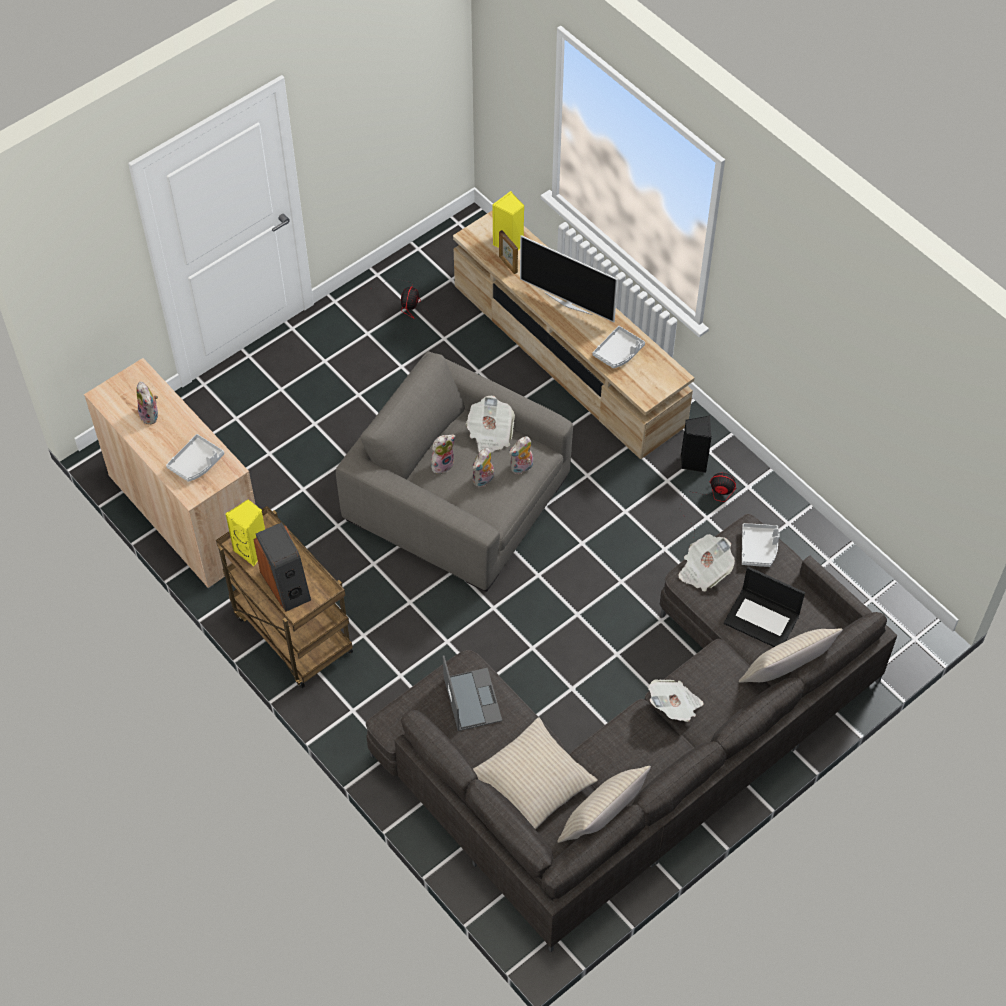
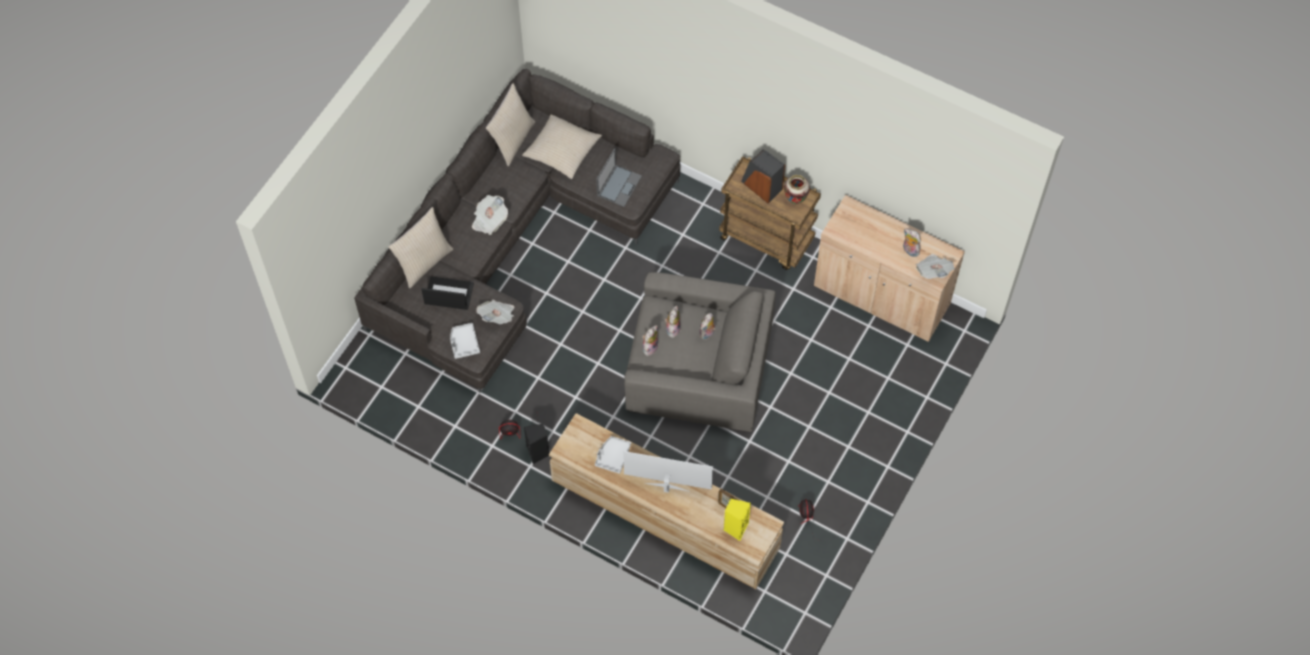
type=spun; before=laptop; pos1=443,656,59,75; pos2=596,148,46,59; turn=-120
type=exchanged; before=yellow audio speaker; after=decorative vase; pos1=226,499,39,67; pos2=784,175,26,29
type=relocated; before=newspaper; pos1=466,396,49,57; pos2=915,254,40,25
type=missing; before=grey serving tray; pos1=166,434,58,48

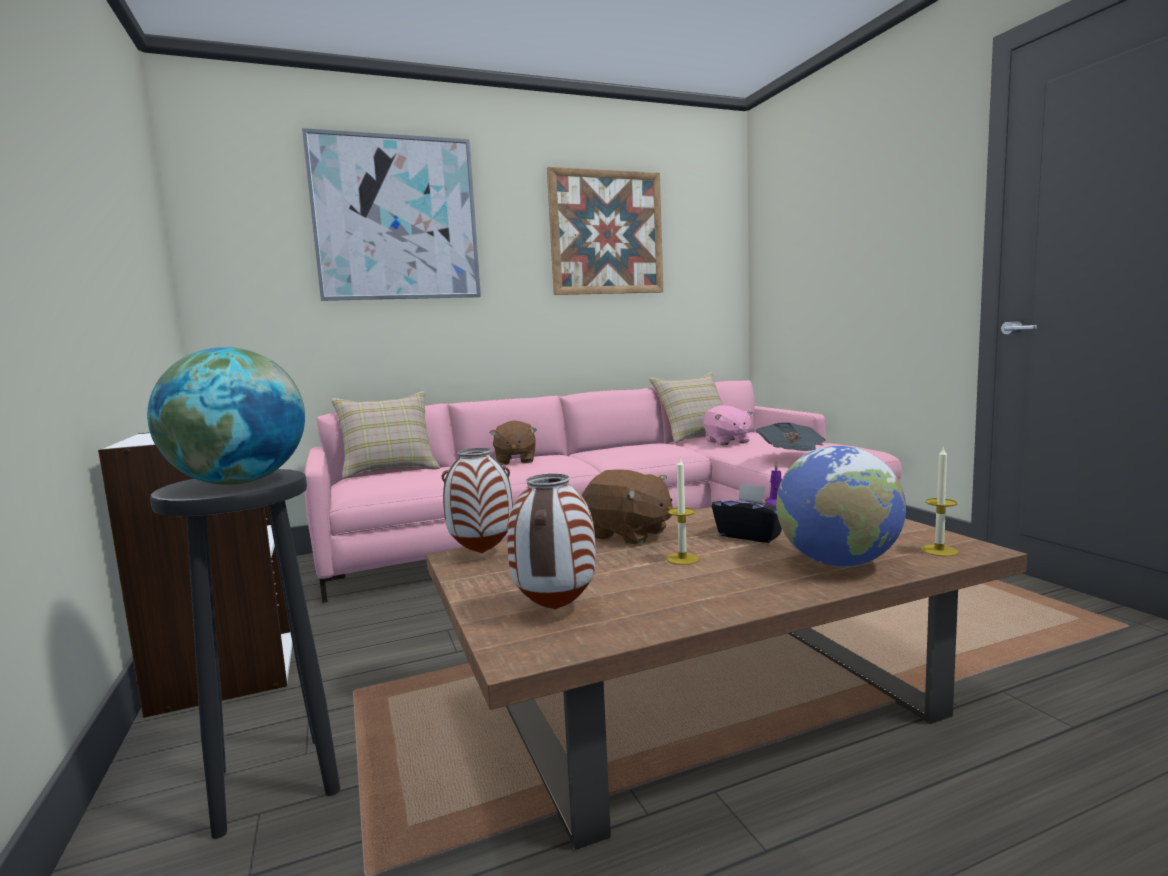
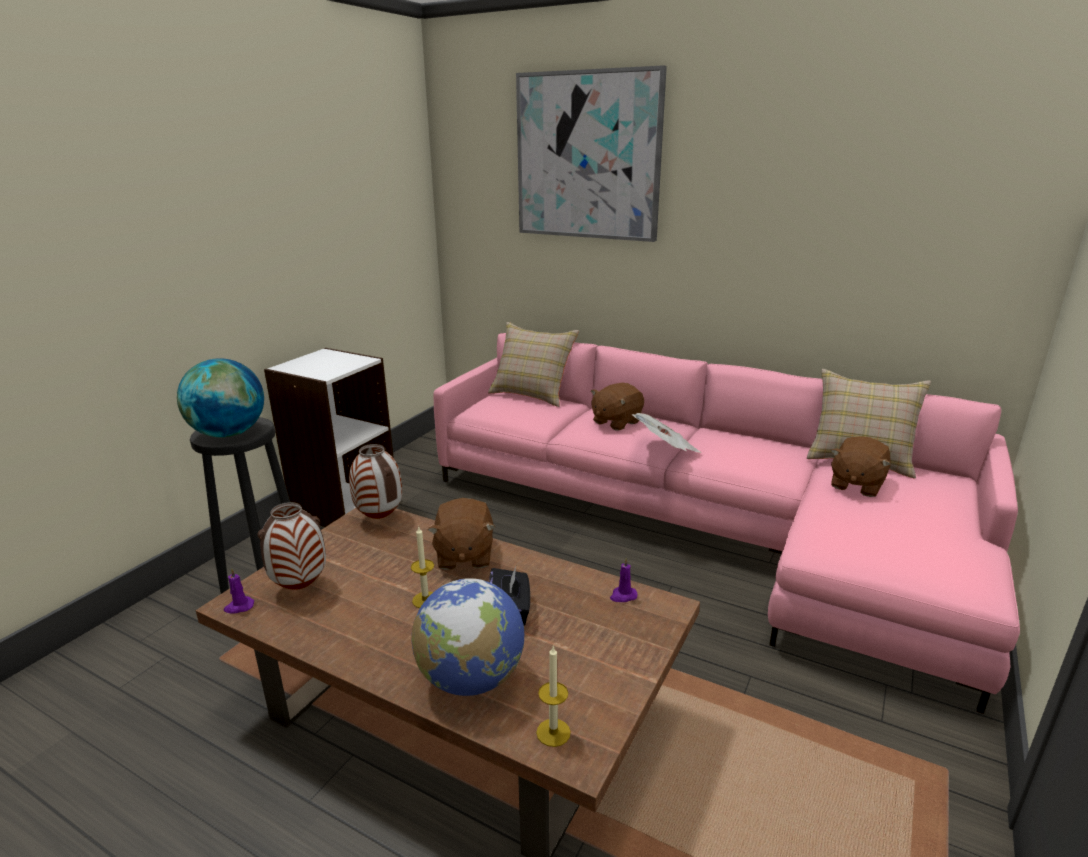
type=appeared; after=purple wax candle; pos2=224,568,30,46
type=relocated; before=newspaper; pos1=756,422,70,29; pos2=632,413,70,40
type=colour; before=pinkish soft toy; after=brown soft toy; pos1=703,405,50,40; pos2=831,436,60,61
type=missing; before=wall art; pos1=547,167,116,128

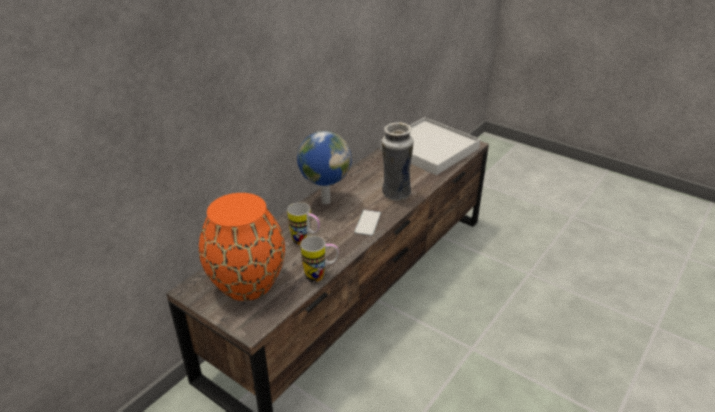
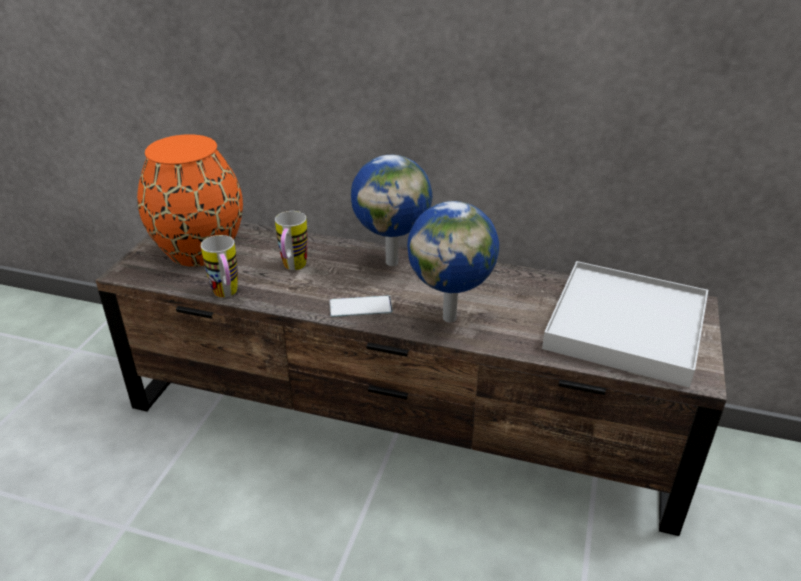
type=exchanged; before=decorative vase; after=world globe; pos1=382,122,32,79; pos2=407,201,92,122

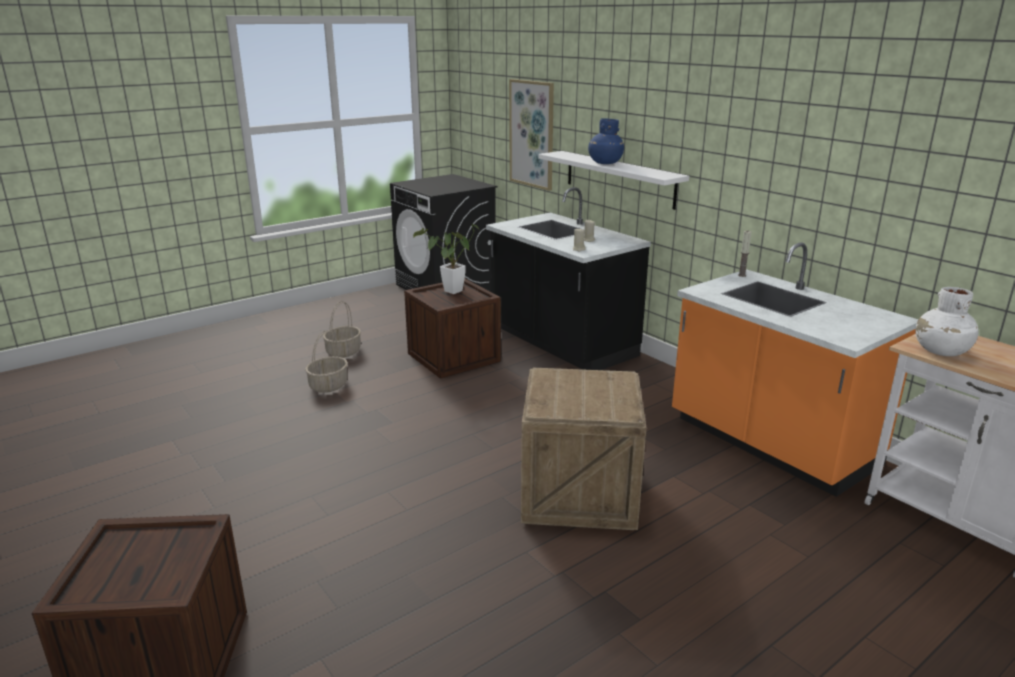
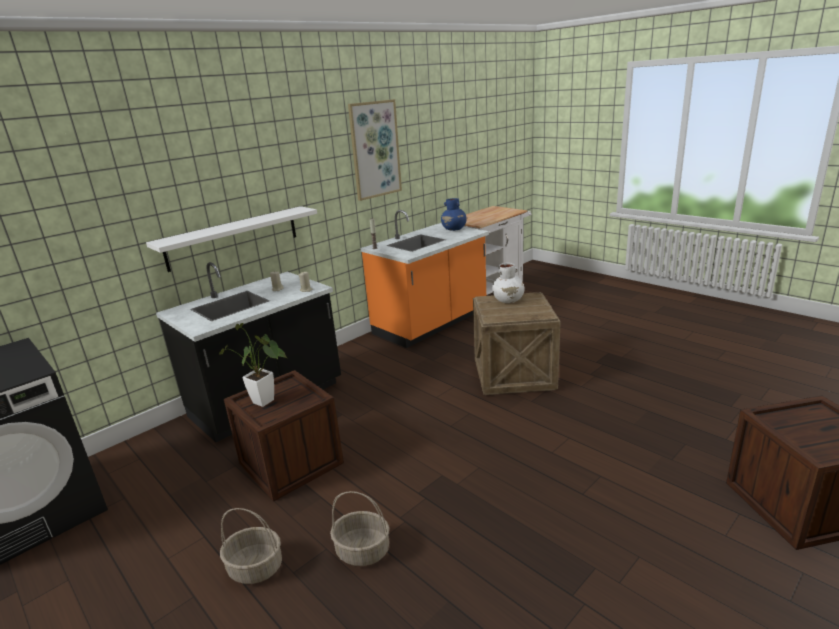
type=relocated; before=wall art; pos1=509,79,45,112; pos2=348,99,54,102
type=relocated; before=blue decorative vase; pos1=588,118,36,46; pos2=441,198,26,33
type=relocated; before=white-coloured decorative vase; pos1=915,287,64,69; pos2=492,263,33,40

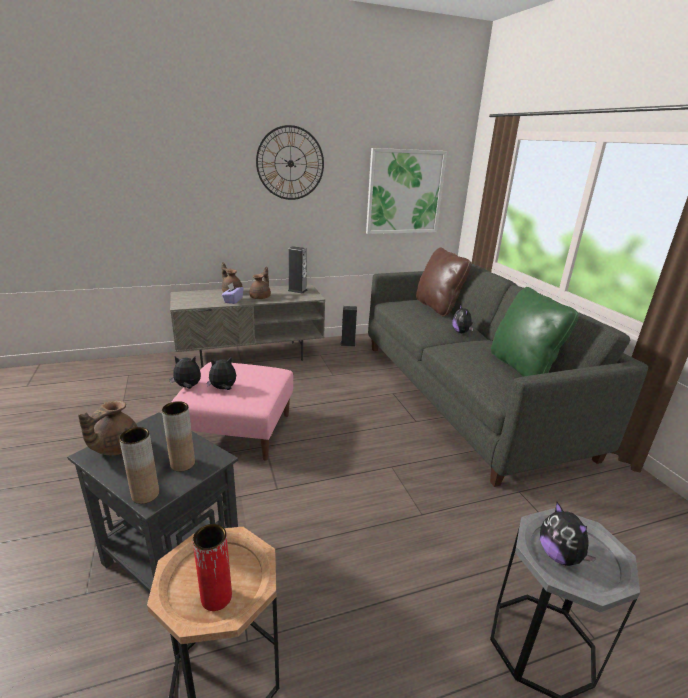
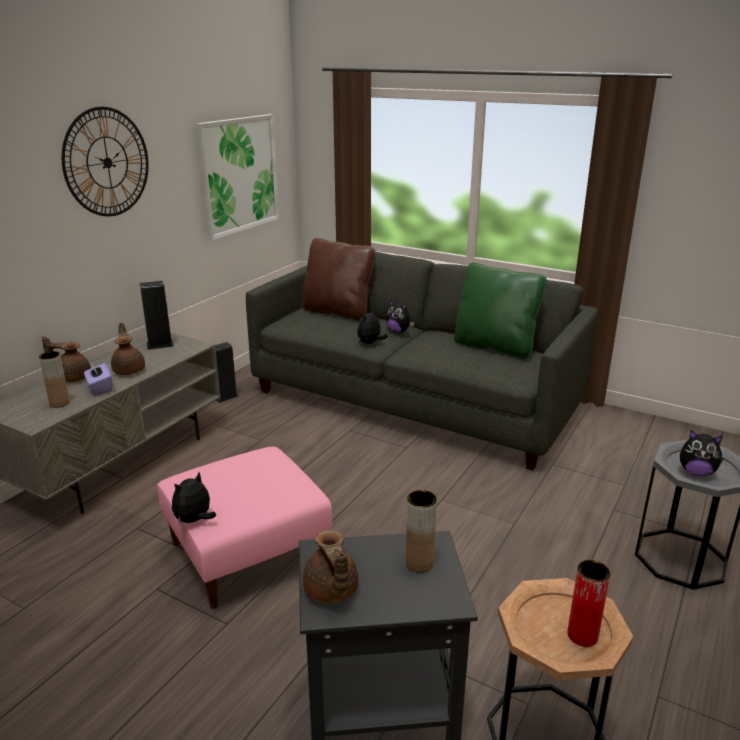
type=relocated; before=brown decorative vase; pos1=119,427,40,77; pos2=39,351,31,57
type=relocated; before=soft toy; pos1=207,357,29,33; pos2=357,309,31,35

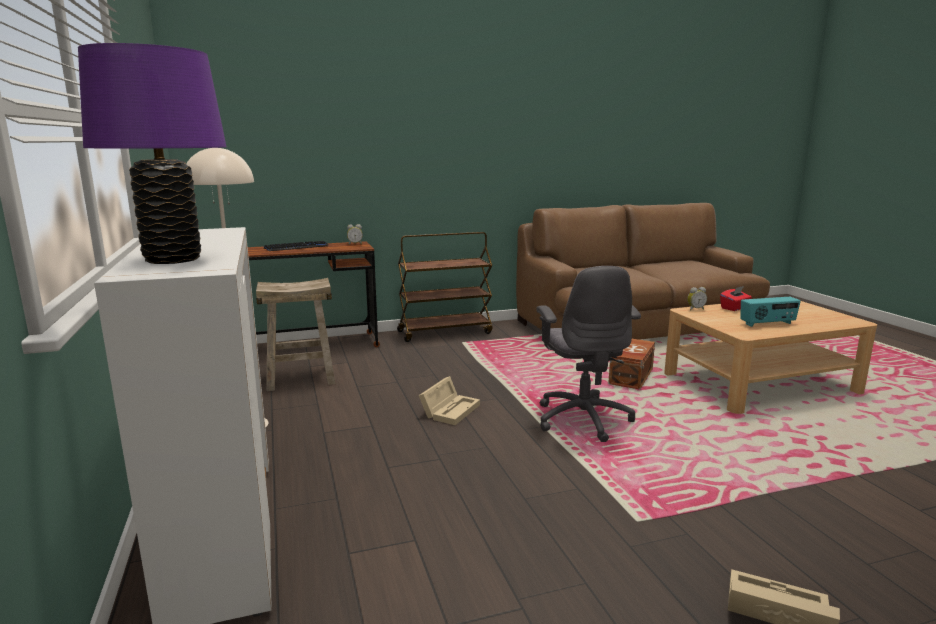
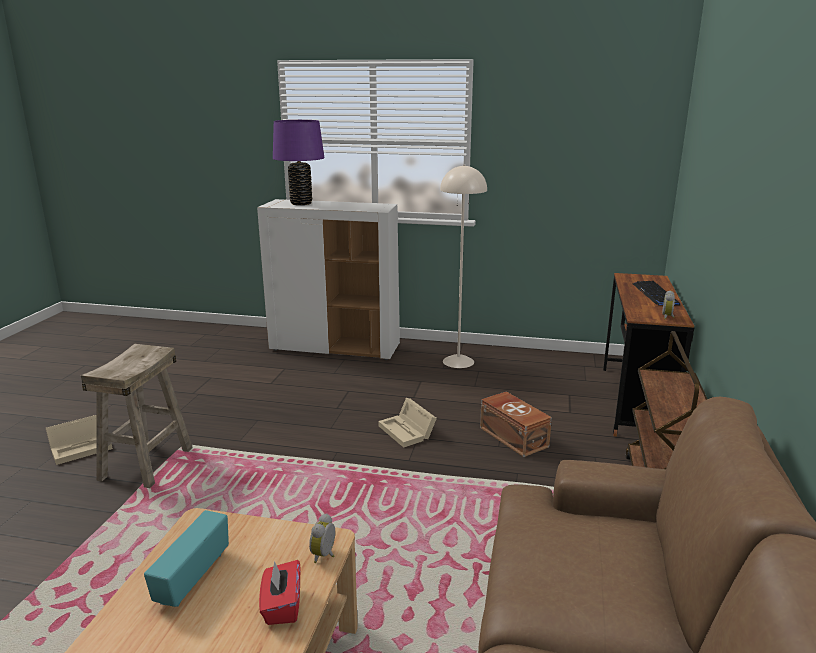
type=relocated; before=beige-coloured sitting stool; pos1=256,278,80,113; pos2=81,344,112,144
type=relocated; before=brown storage box; pos1=608,339,47,51; pos2=480,391,72,66
type=missing; before=grey computer chair; pos1=536,266,105,176

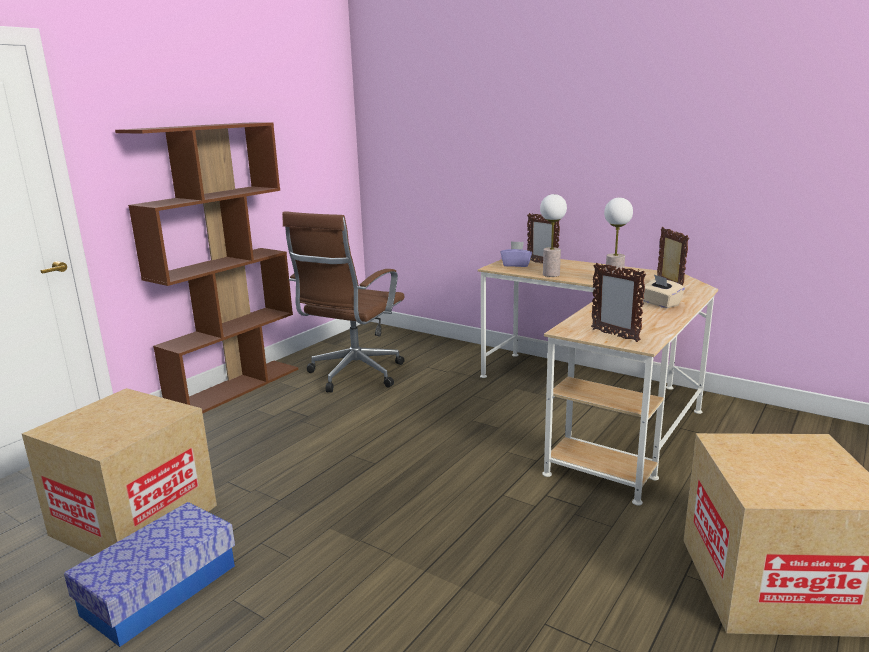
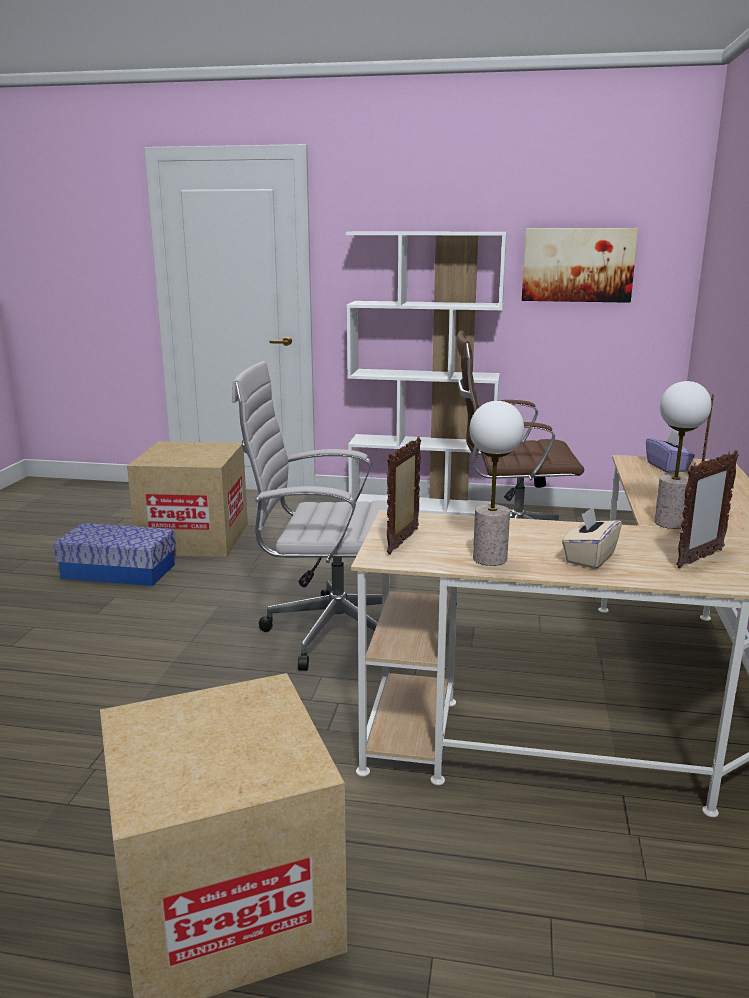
type=appeared; after=white-coloured computer chair; pos2=232,361,157,310
type=colour; before=brown shelving unit; after=white-coloured shelving unit; pos1=115,122,184,291; pos2=346,231,161,285
type=relocated; before=lamp for a table; pos1=540,194,27,83; pos2=469,401,55,165
type=appeared; after=wall art; pos2=522,228,116,75

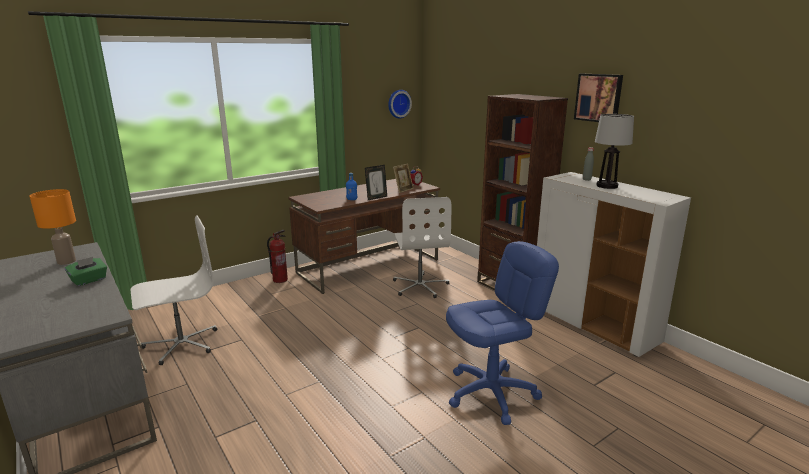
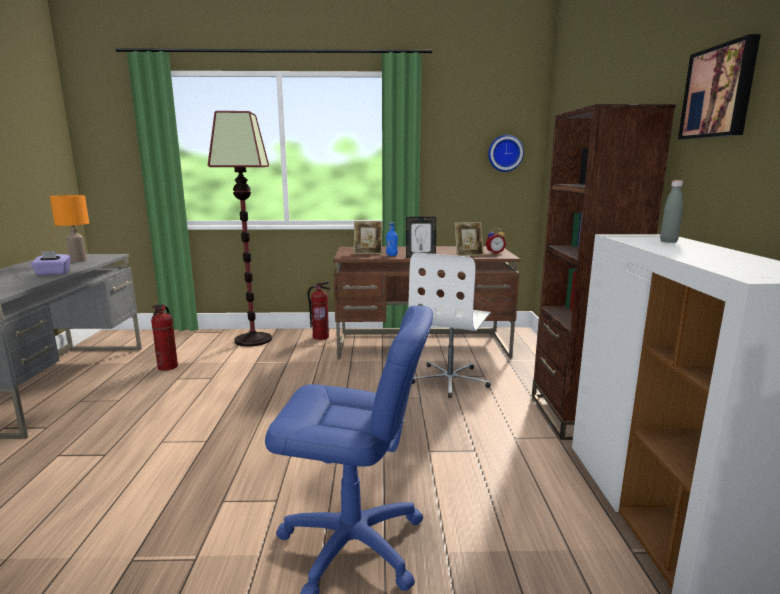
type=colour; before=green-coloured tissue holder; after=purple tissue holder; pos1=65,257,42,29; pos2=31,251,40,24
type=exchanged; before=white-coloured computer chair; after=fire-fighting cylinder; pos1=130,215,87,150; pos2=151,304,27,67
type=appeared; after=floor lamp; pos2=208,111,64,236
type=appeared; after=picture frame; pos2=354,221,28,33
type=missing; before=lamp for a table; pos1=595,114,39,75

